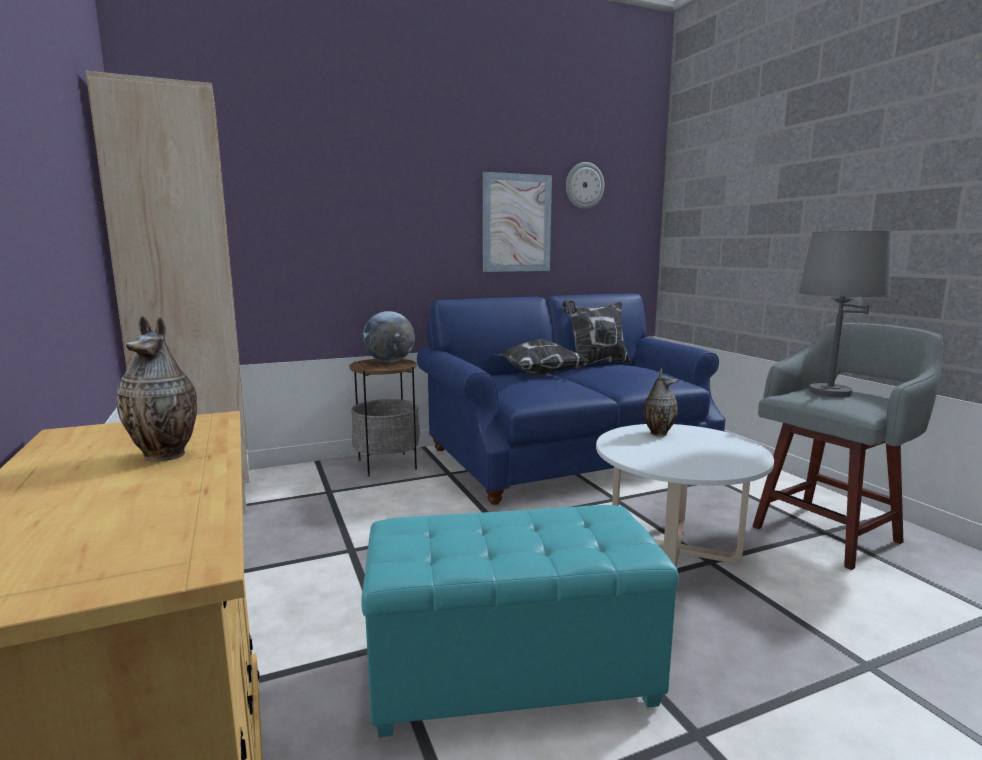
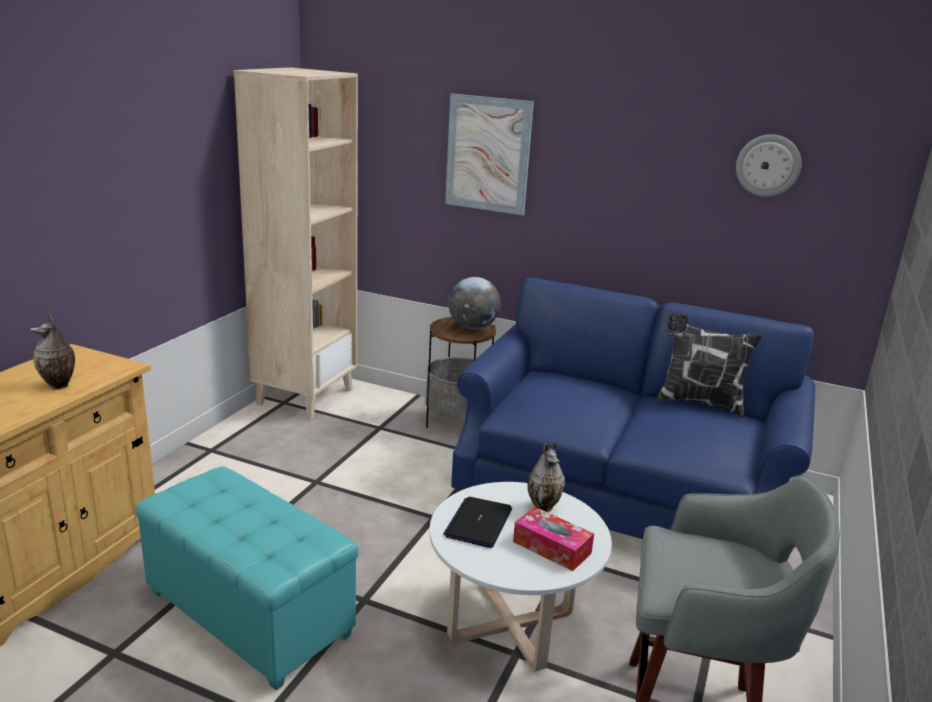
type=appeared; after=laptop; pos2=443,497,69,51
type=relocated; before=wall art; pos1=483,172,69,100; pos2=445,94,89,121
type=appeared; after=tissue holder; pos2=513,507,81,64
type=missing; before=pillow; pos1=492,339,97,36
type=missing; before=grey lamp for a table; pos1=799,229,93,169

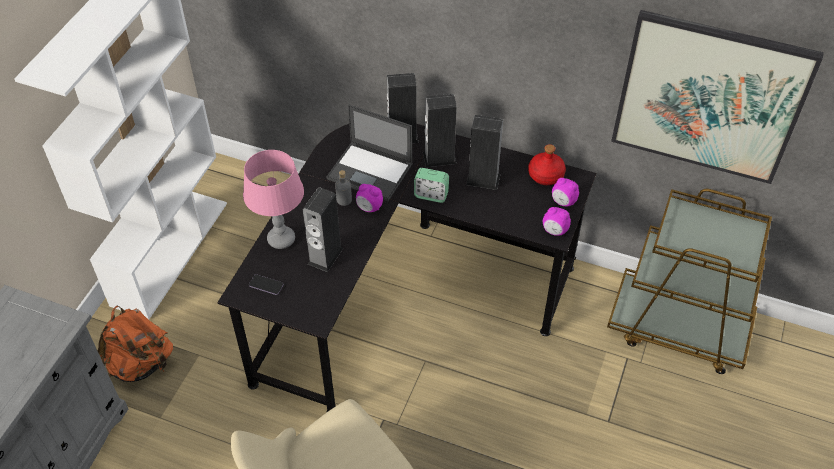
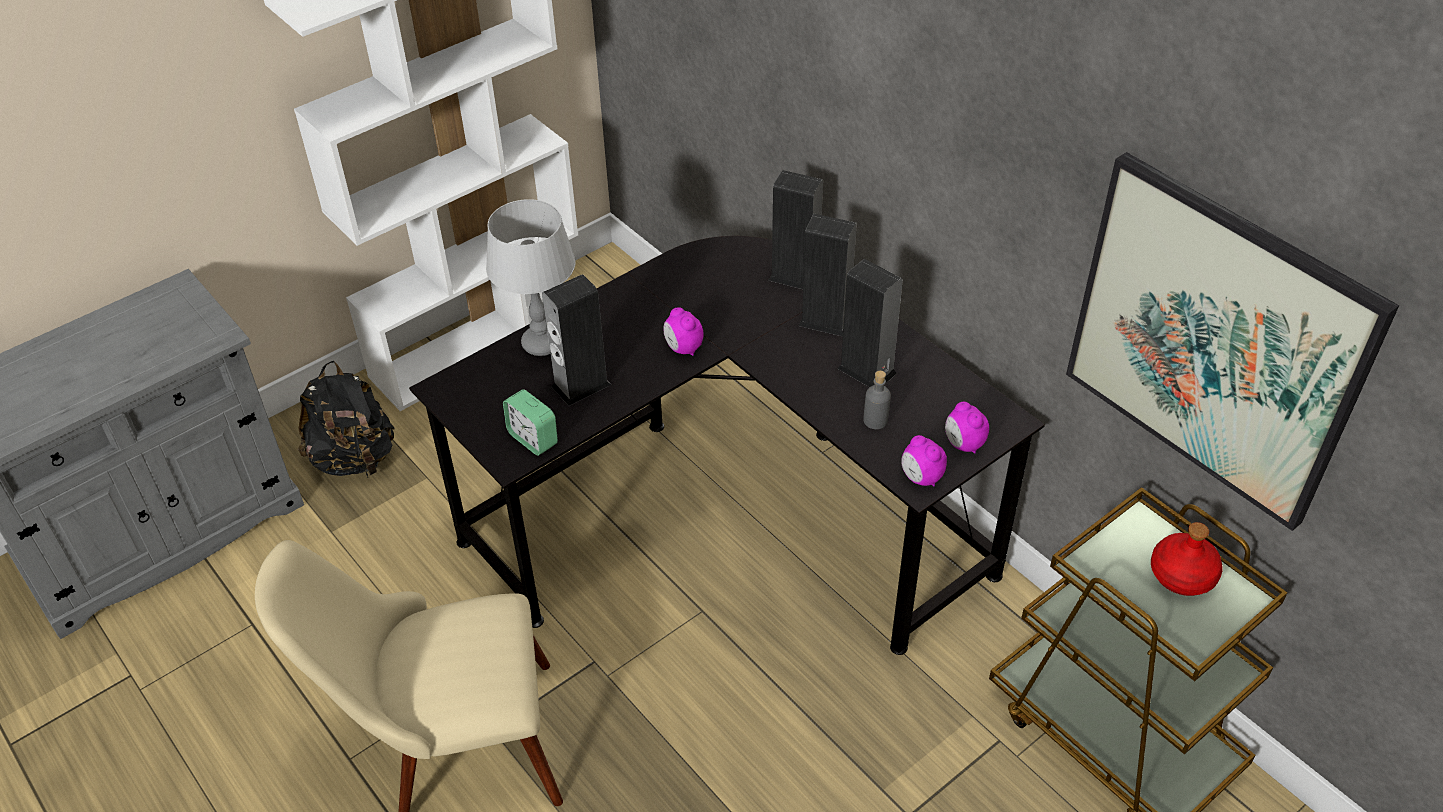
type=colour; before=orange-coloured knapsack; after=black knapsack; pos1=98,306,75,76; pos2=298,361,96,117
type=colour; before=pinkish lamp for a table; after=grey lamp for a table; pos1=243,150,61,99; pos2=486,199,90,157
type=relocated; before=table clock; pos1=414,168,35,35; pos2=503,389,55,67
type=relocated; before=grey beverage bottle; pos1=335,170,17,36; pos2=863,371,28,58
type=relocated; before=red-coloured beverage bottle; pos1=528,144,38,41; pos2=1151,522,71,74
type=missing; before=phone; pos1=249,274,35,21
type=missing; before=laptop; pos1=326,105,87,96

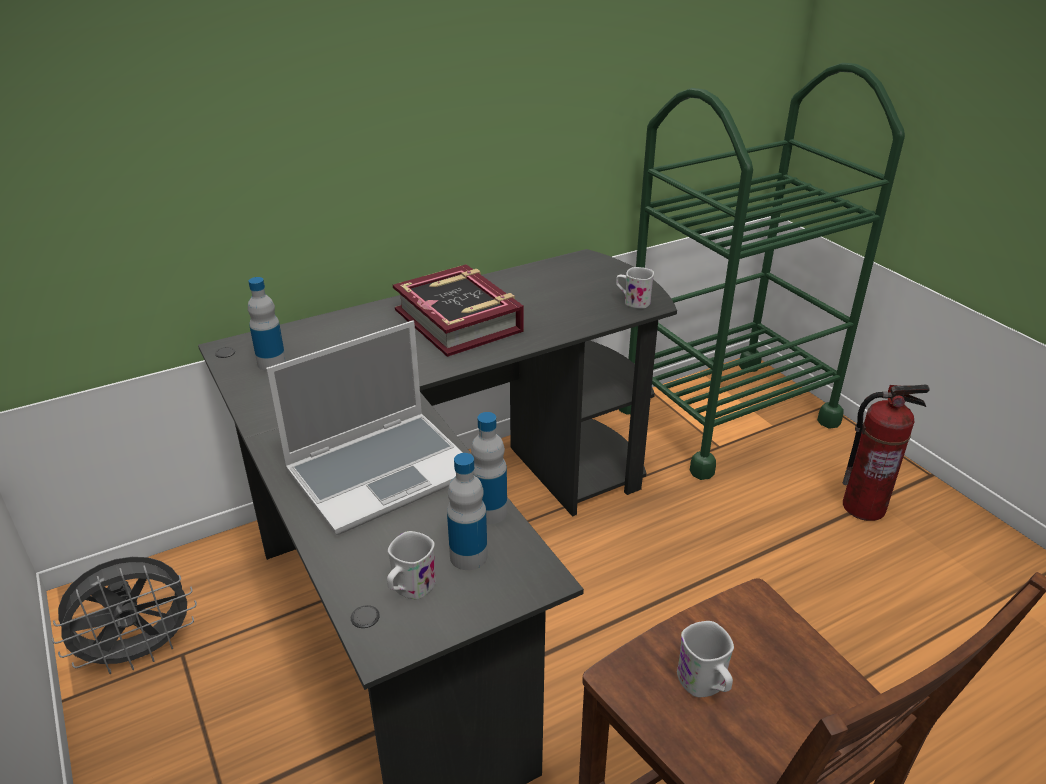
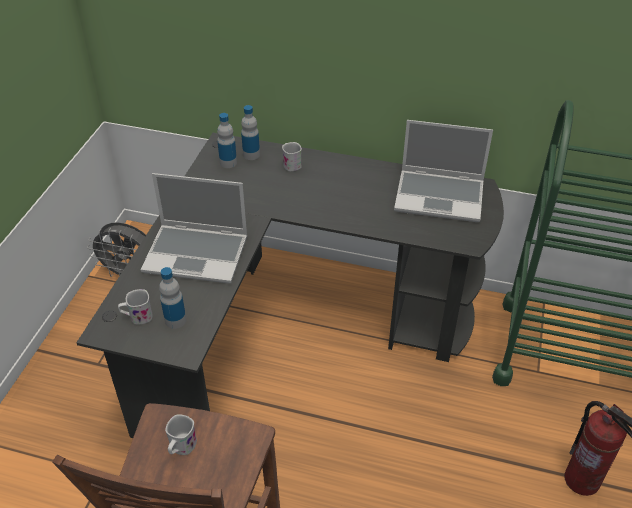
type=relocated; before=beverage bottle; pos1=471,412,36,113; pos2=241,105,19,55
type=relocated; before=white-coloured coffee mug; pos1=616,267,38,41; pos2=282,142,20,29
type=appeared; after=laptop; pos2=394,120,99,102
type=missing; before=bound book; pos1=393,264,131,93

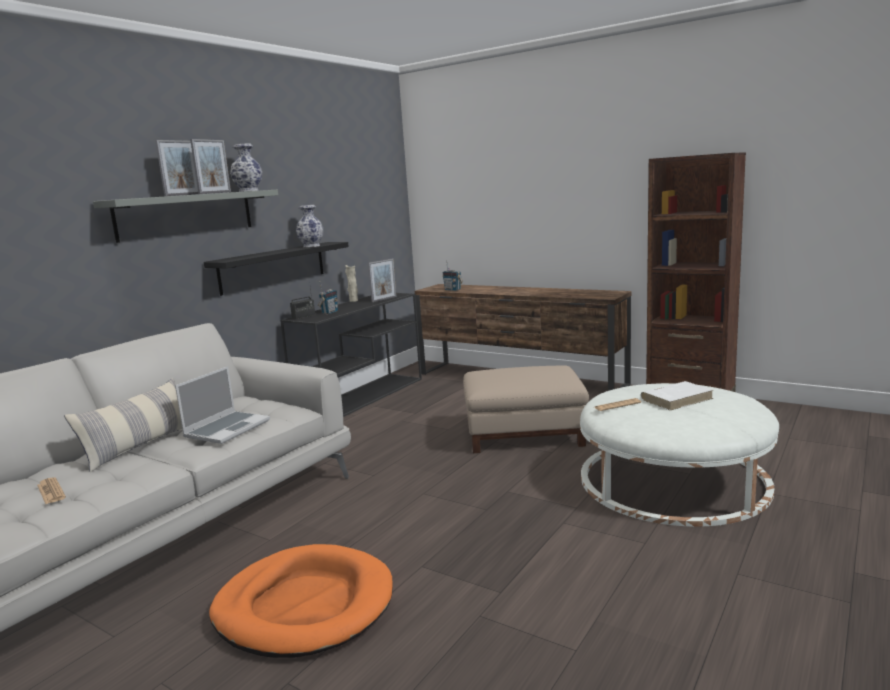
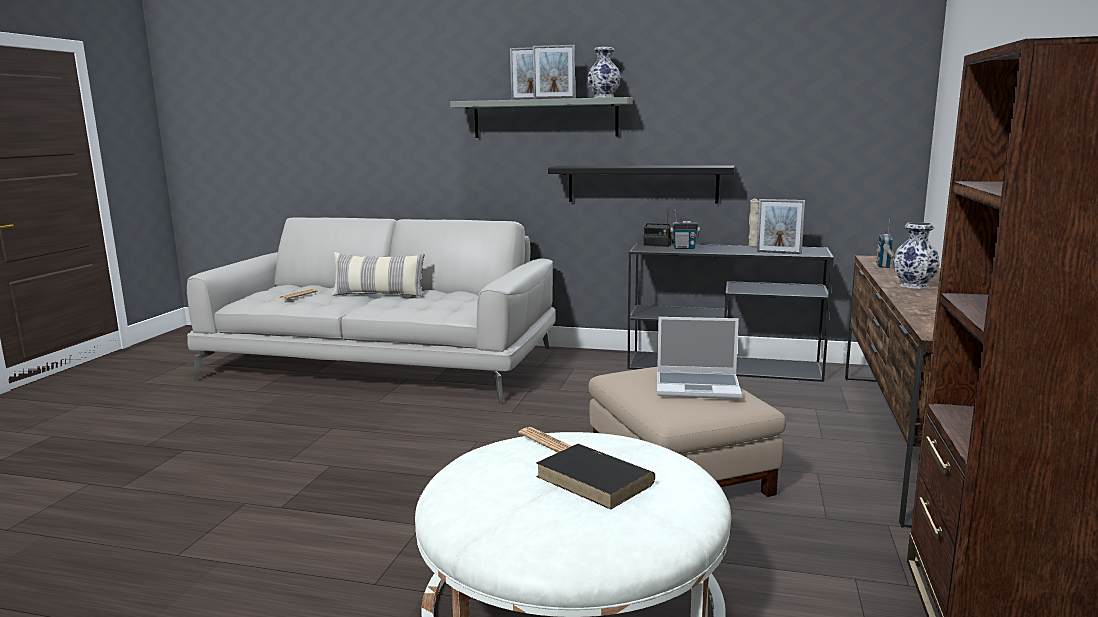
type=colour; before=white-coloured bound book; after=black bound book; pos1=640,381,73,29; pos2=536,444,119,66
type=relocated; before=laptop; pos1=175,366,95,78; pos2=657,317,85,82
type=relocated; before=decorative vase; pos1=296,205,28,42; pos2=893,222,47,67
type=missing; before=orange-coloured pet bed; pos1=209,544,184,114

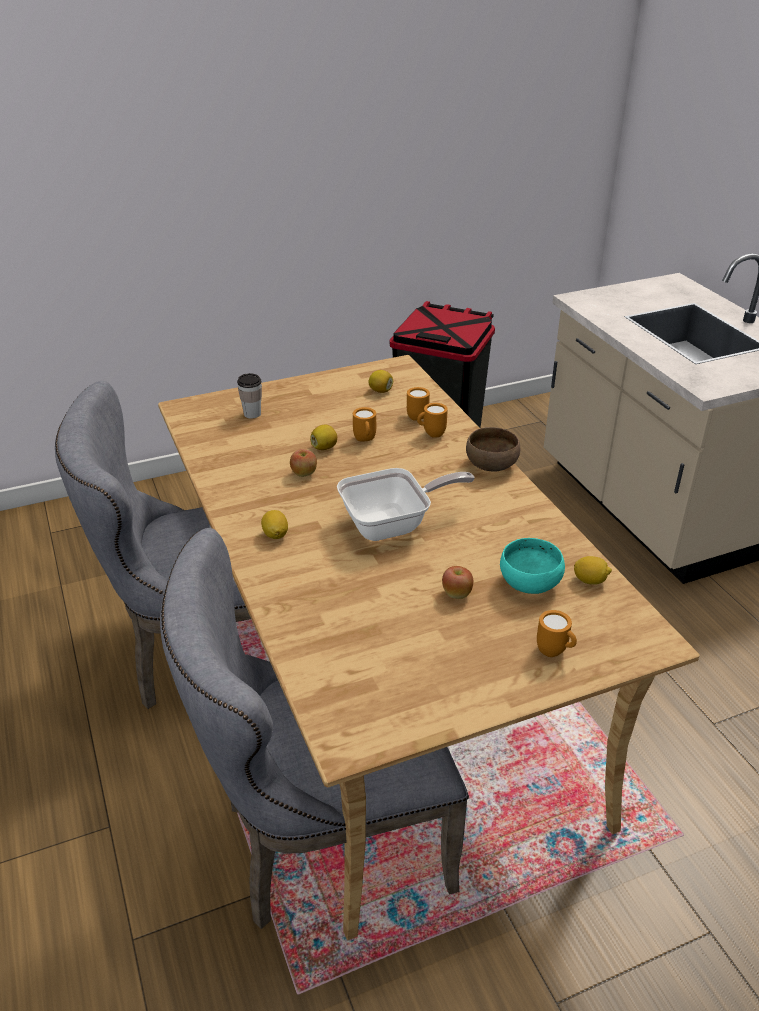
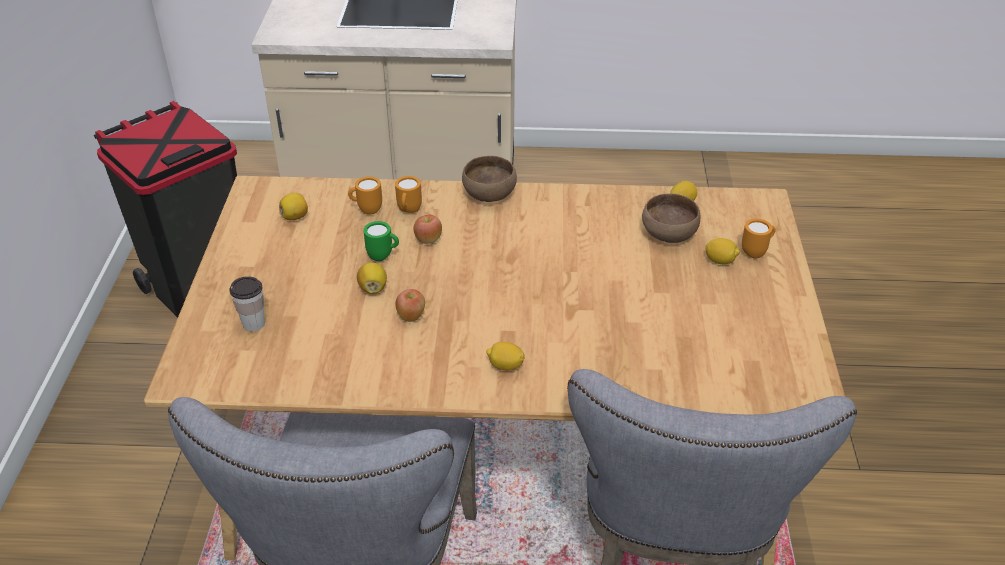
type=colour; before=orange-coloured coffee mug; after=green-coloured coffee mug; pos1=353,407,23,34; pos2=363,221,36,40
type=relocated; before=whole apple; pos1=442,566,31,33; pos2=413,215,29,29
type=colour; before=turquoise-coloured serving bowl; after=brown serving bowl; pos1=500,538,65,56; pos2=642,194,58,49
type=appeared; after=whole lemon; pos2=706,238,34,26
type=missing; before=frying pan; pos1=337,468,138,73

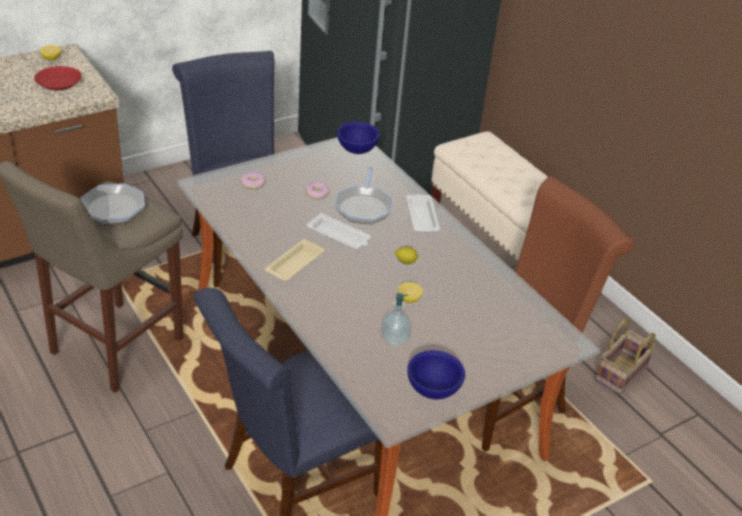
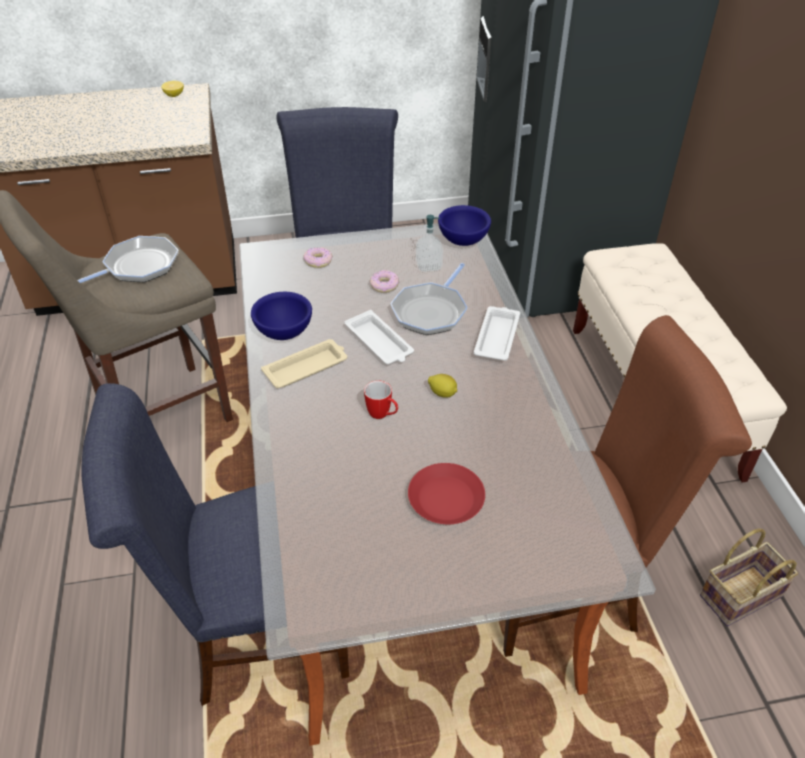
type=relocated; before=blue serving bowl; pos1=407,350,58,49; pos2=251,292,61,48
type=appeared; after=coffee mug; pos2=364,380,34,39
type=relocated; before=red-coloured dinner plate; pos1=34,66,48,24; pos2=408,463,77,61
type=relocated; before=soap dispenser; pos1=381,293,31,54; pos2=416,215,27,57
type=missing; before=whole lemon; pos1=398,282,25,21

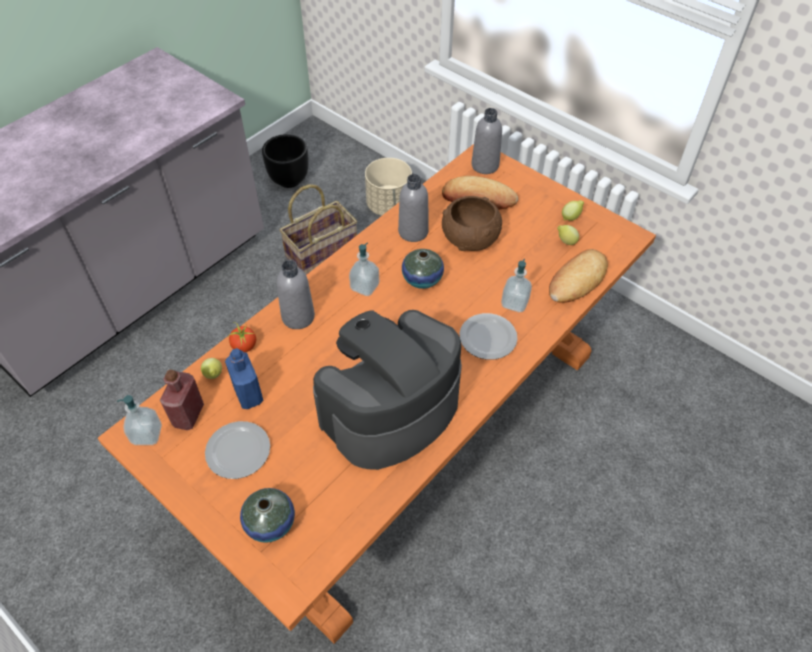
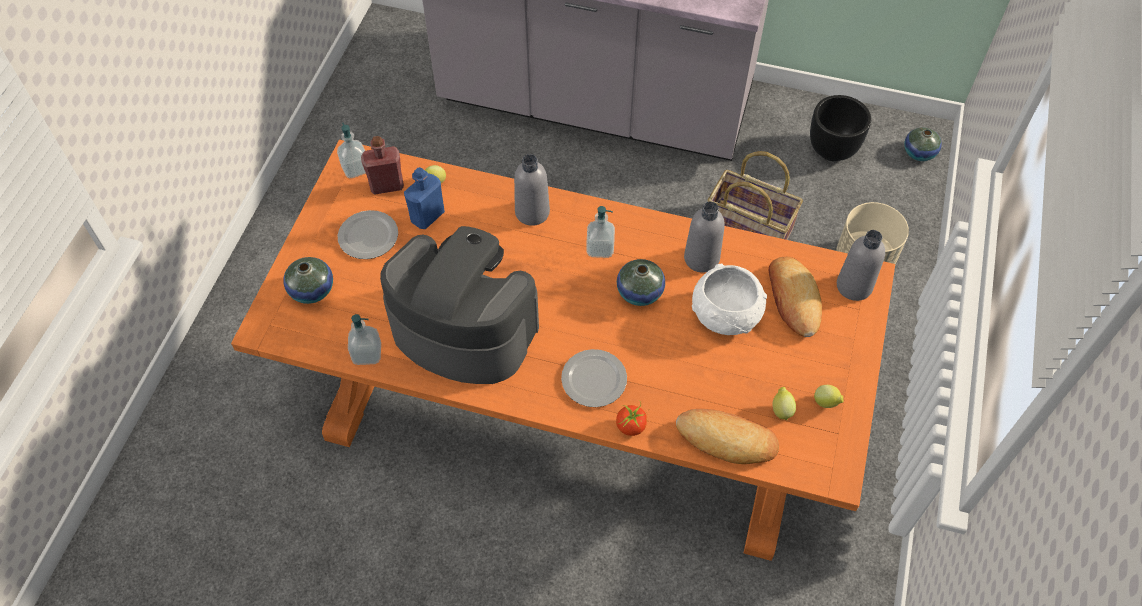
type=relocated; before=soap dispenser; pos1=501,259,31,53; pos2=348,314,33,51
type=relocated; before=tomato; pos1=229,322,27,30; pos2=616,400,32,36
type=colour; before=brown serving bowl; after=white-coloured serving bowl; pos1=442,196,60,55; pos2=692,264,75,71
type=appeared; after=decorative vase; pos2=904,127,38,34

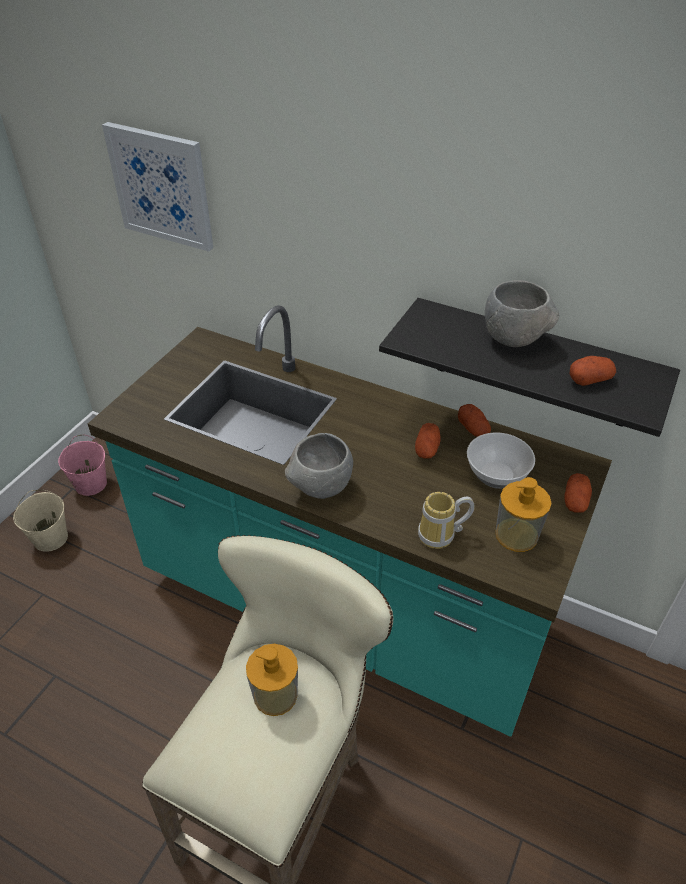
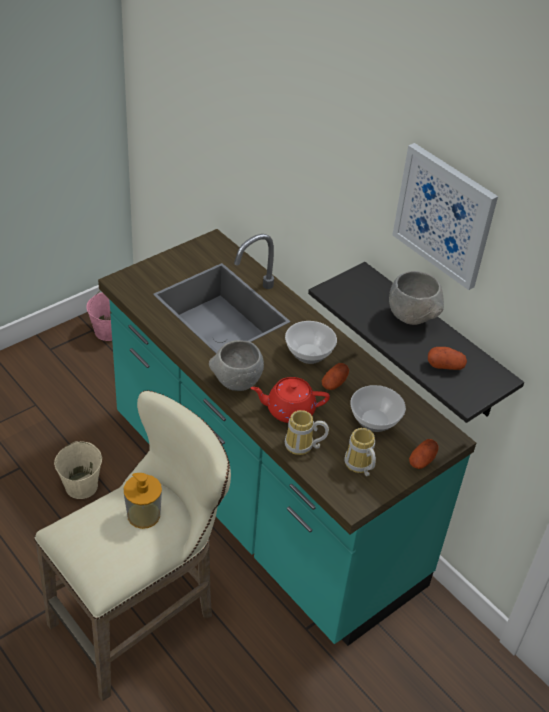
type=relocated; before=beige-coloured pail; pos1=13,490,55,62; pos2=54,441,48,58
type=appeared; after=red-coloured tea pot; pos2=251,377,79,46
type=appeared; after=serving bowl; pos2=285,321,52,43
type=exchanged; before=soap dispenser; after=coffee mug; pos1=495,477,57,75; pos2=344,428,32,48
type=relocated; before=wall art; pos1=102,122,111,130; pos2=392,143,106,147
type=missing; before=potato; pos1=458,404,33,33

